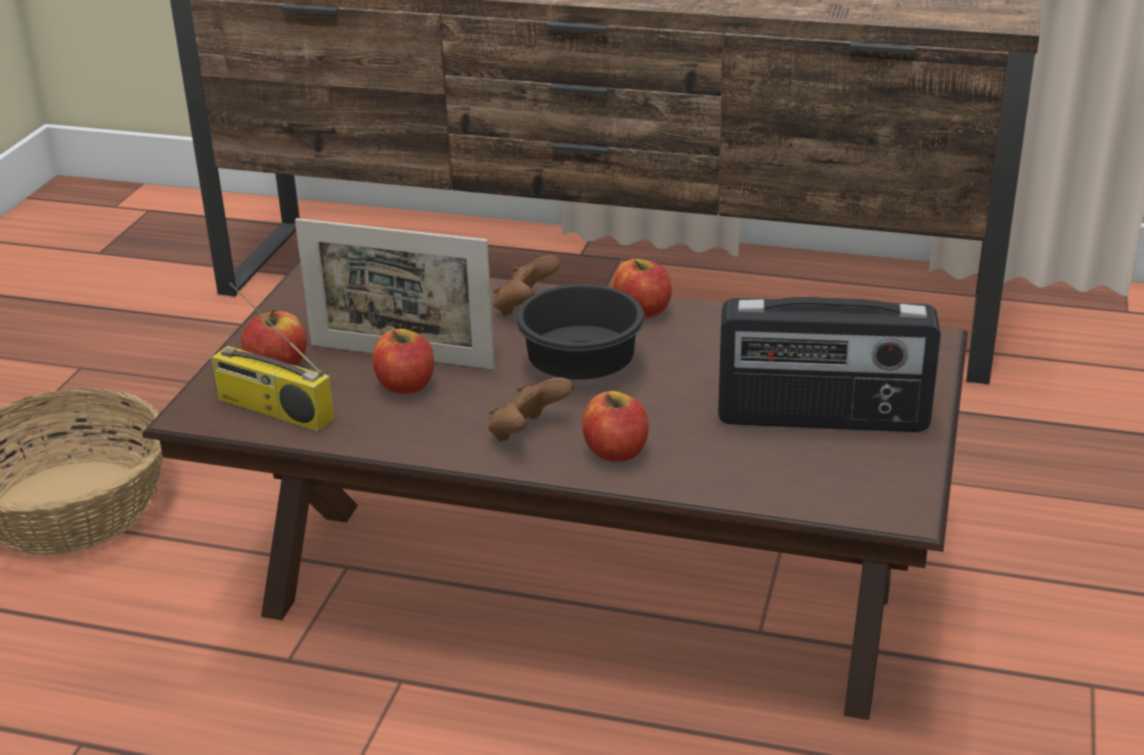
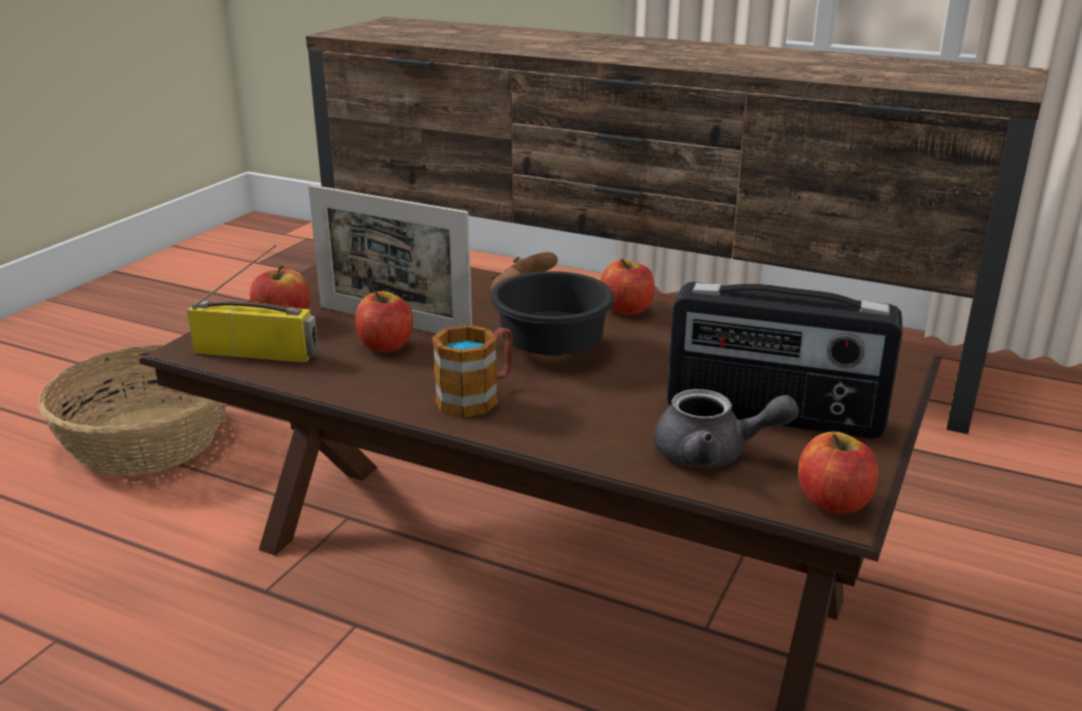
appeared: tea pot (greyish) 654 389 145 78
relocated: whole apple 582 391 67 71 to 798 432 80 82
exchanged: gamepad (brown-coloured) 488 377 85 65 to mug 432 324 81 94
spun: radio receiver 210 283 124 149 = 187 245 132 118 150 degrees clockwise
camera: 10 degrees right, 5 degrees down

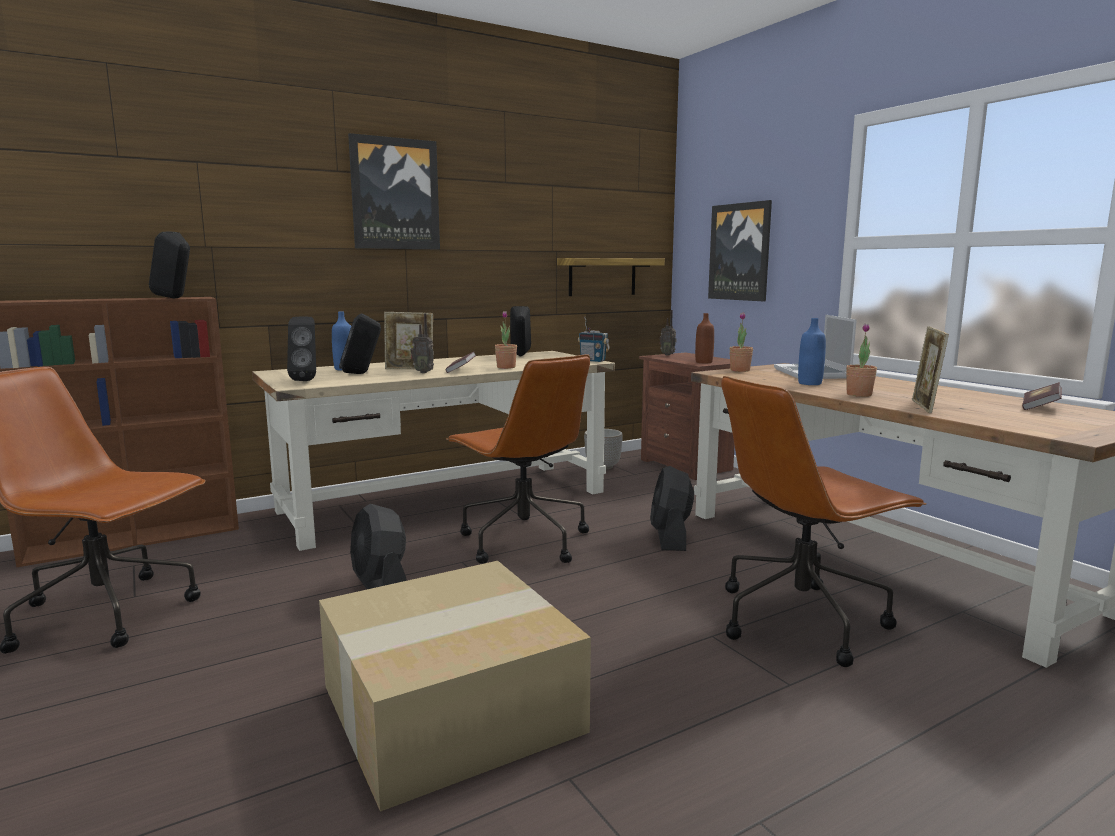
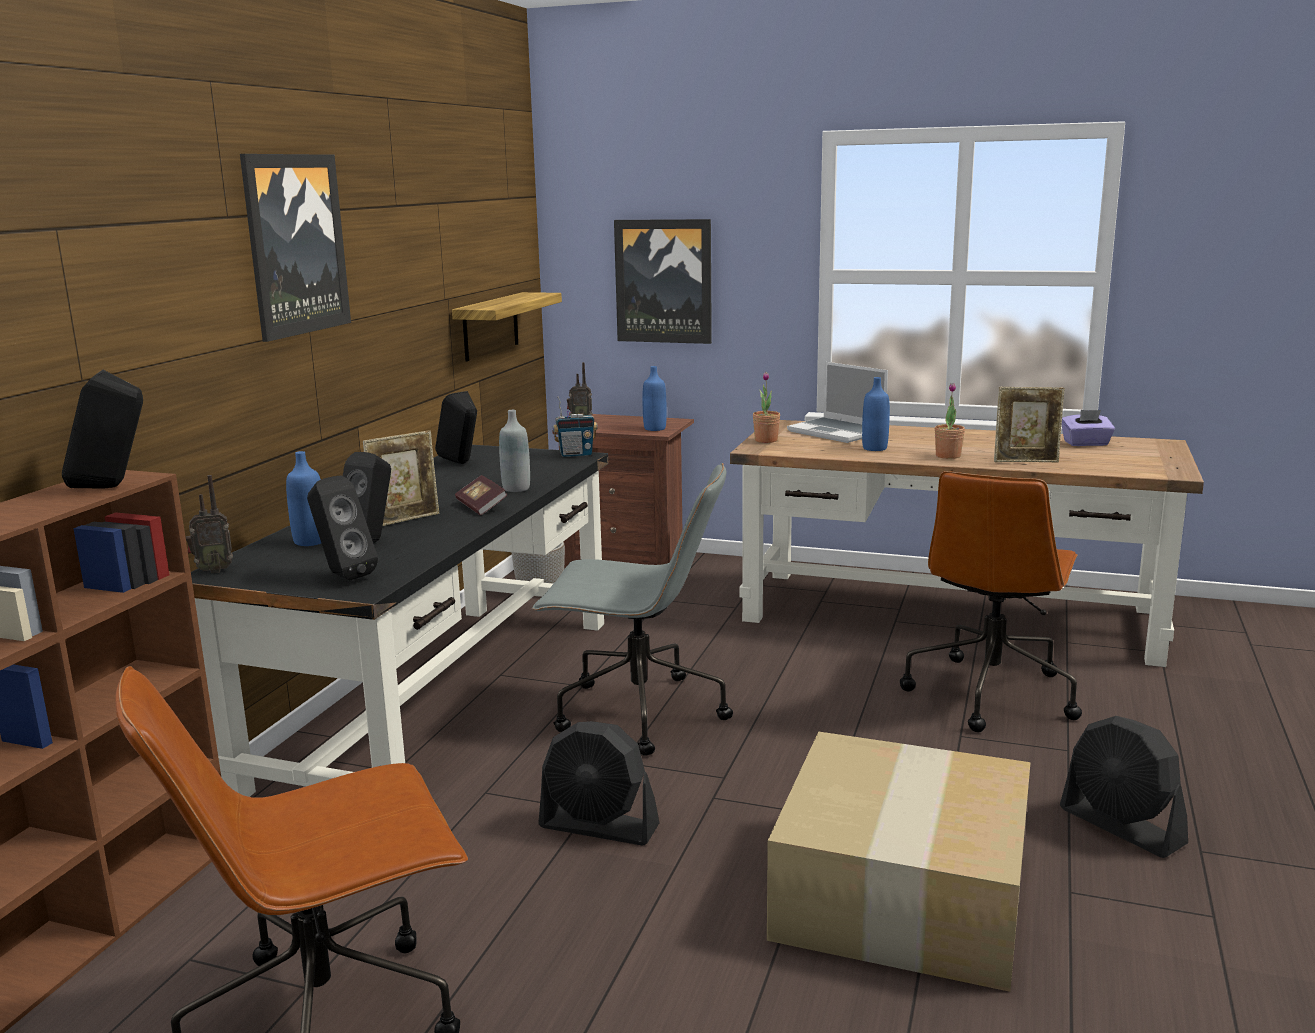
relocated: radio receiver 411 313 23 60 to 186 475 47 98; fan (black-coloured) 650 466 44 85 to 1060 716 128 142
exchanged: houseplant 495 311 22 58 to drink bottle (greyish) 499 410 31 82; book 1022 382 40 28 to tissue holder (purple-coloured) 1062 410 53 36
colour: desk (beige) 252 351 363 200 to desk (black-coloured) 191 445 417 352; desk chair (brown-coloured) 446 354 144 210 to desk chair (greyish) 532 463 201 293; drink bottle (brown-coloured) 695 313 19 50 to drink bottle (bluish) 643 366 24 65
spun: standing frame 912 326 37 87 = 994 387 71 75 60 degrees counterclockwise
camera: 40 degrees left, 5 degrees up

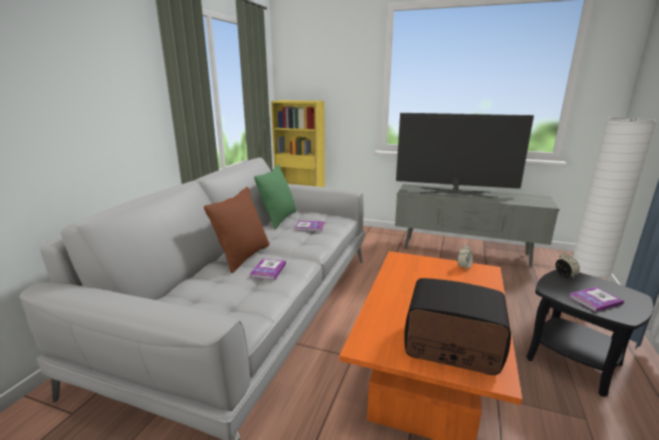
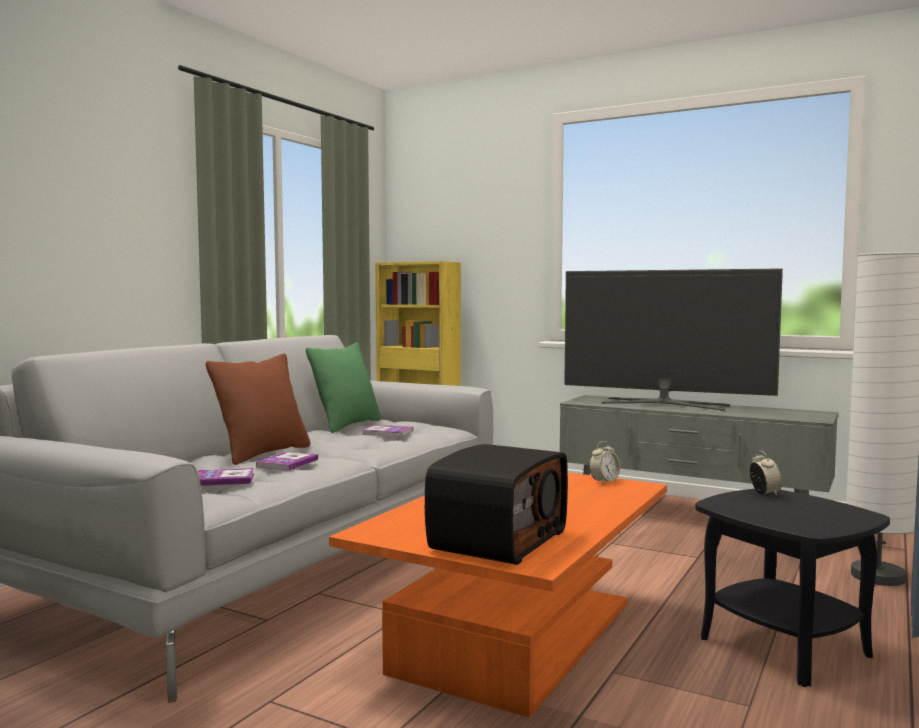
relocated: book 569 287 55 25 to 197 468 57 18
spun: radio receiver 404 278 107 97 = 425 444 143 121 90 degrees clockwise
camera: 10 degrees right, 15 degrees down

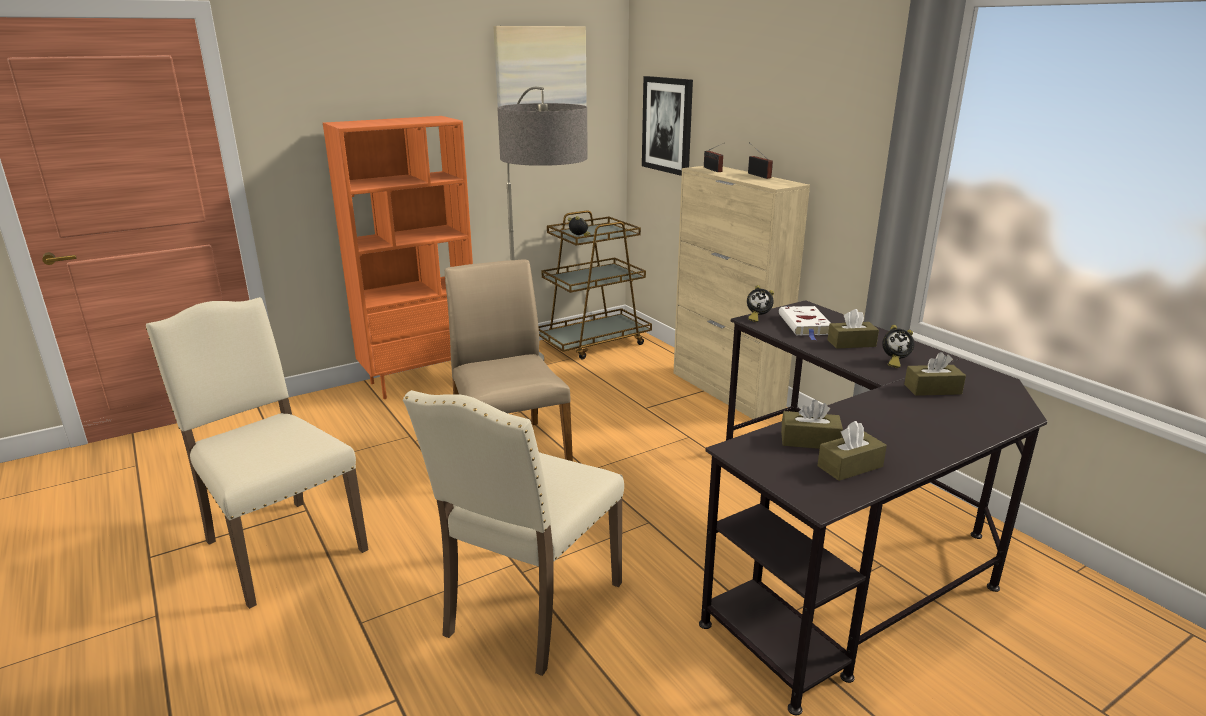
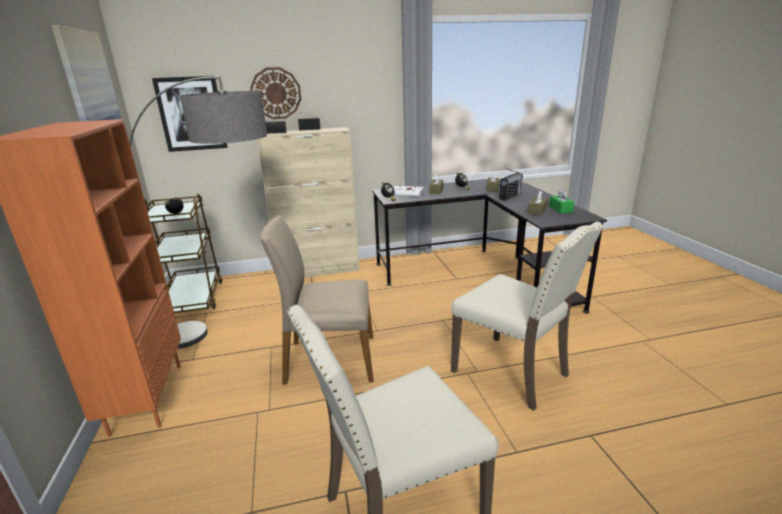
appeared: wall clock 250 67 51 52; radio receiver 499 169 24 32
colour: tissue holder (brown-coloured) 817 421 70 60 to tissue holder (green-coloured) 549 189 25 25
camera: 70 degrees left, 0 degrees up

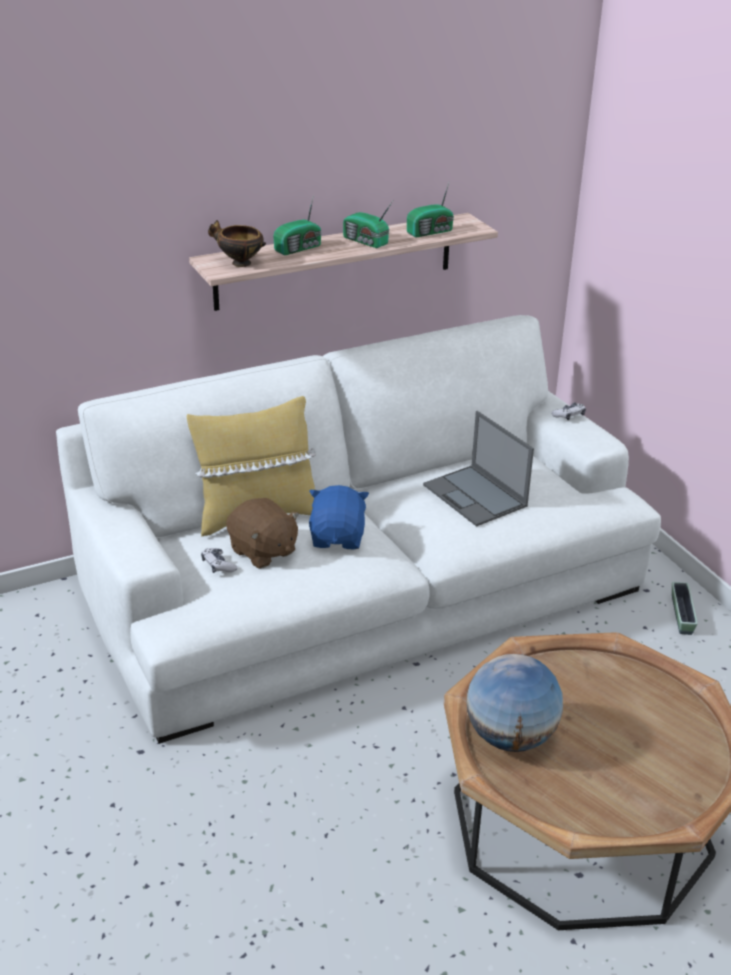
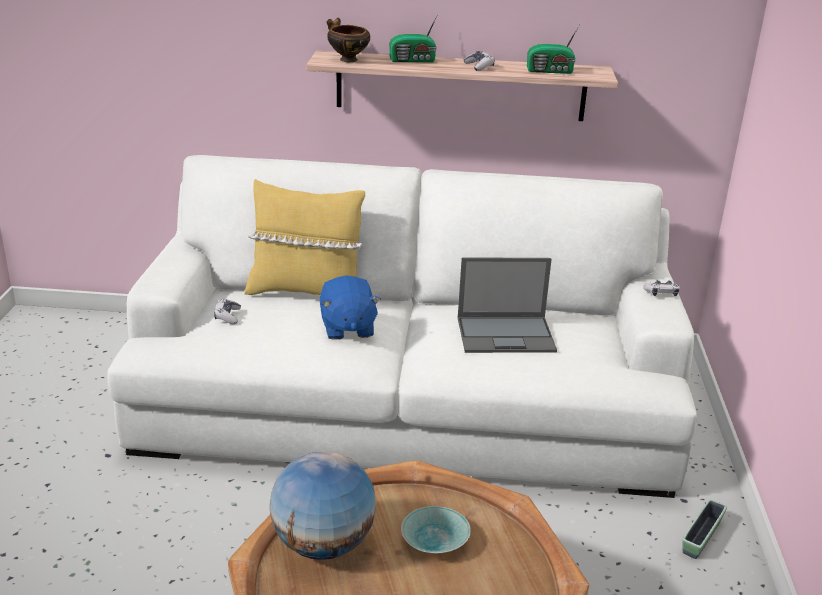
missing: plush toy (brown-coloured) 226 498 73 71
appeared: serving bowl (turquoise-coloured) 401 506 70 48
exchanged: radio receiver 343 201 50 47 to gamepad 464 51 31 20
spun: plush toy (bluish) 309 485 60 64 = 320 275 61 64 135 degrees clockwise; notebook computer 423 411 111 116 = 458 257 99 96 90 degrees counterclockwise
camera: 30 degrees right, 5 degrees down

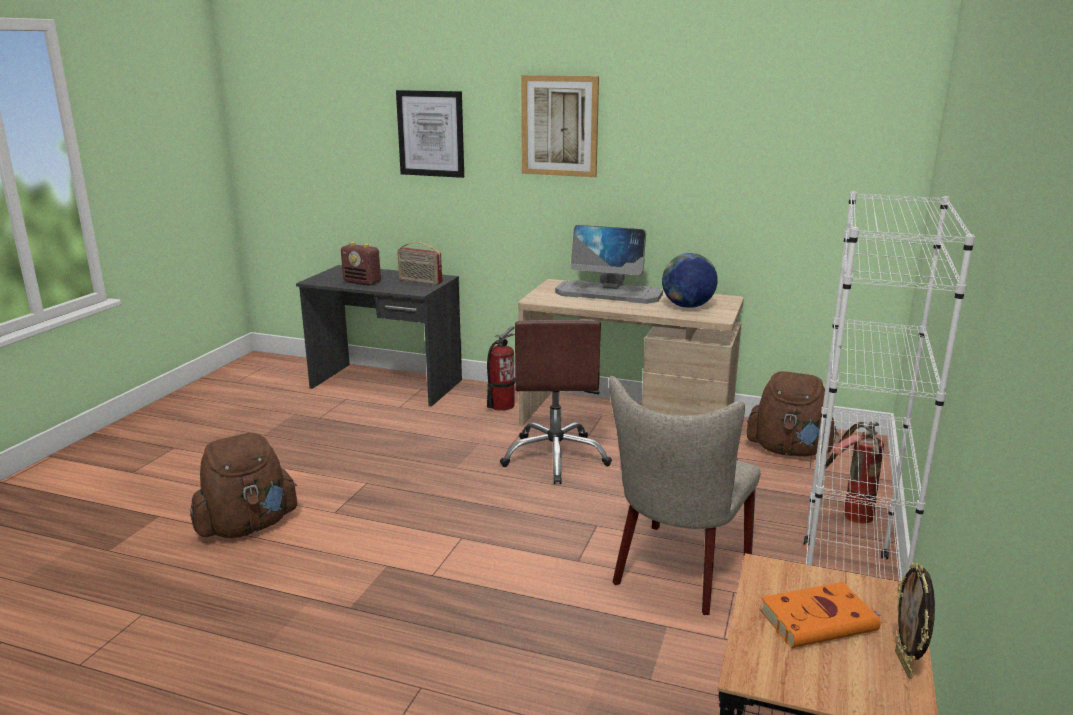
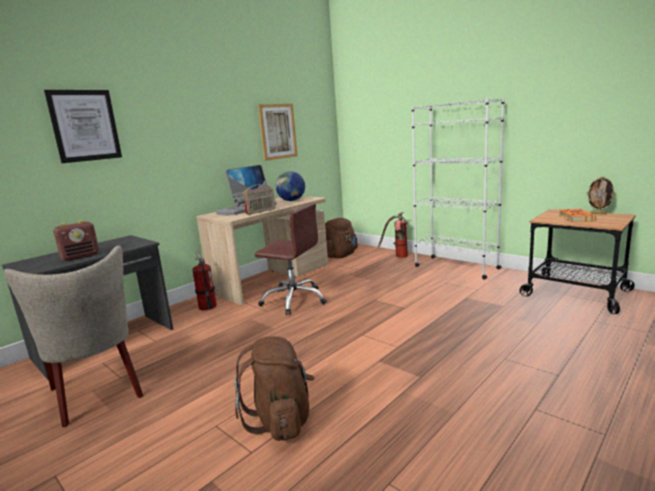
relocated: radio receiver 397 242 45 43 to 243 184 33 31; picture 521 75 78 102 to 258 104 40 57; plain chair (beige) 609 376 152 239 to 4 246 139 181
camera: 65 degrees left, 5 degrees down

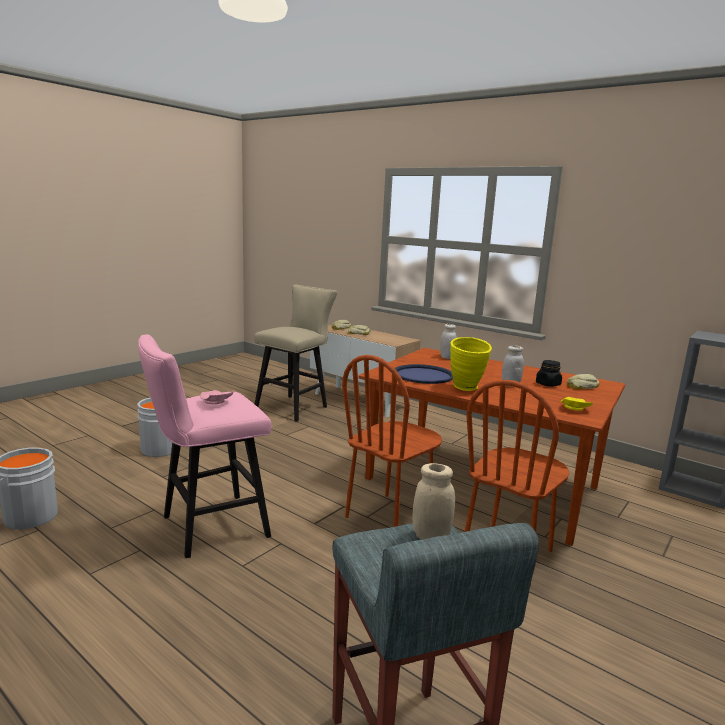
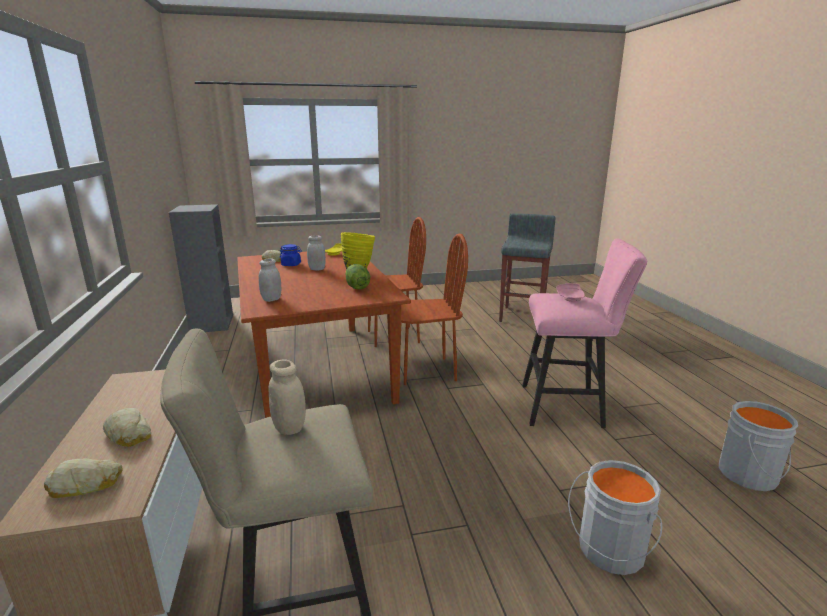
relocated: jar (beige) 412 463 43 77 to 268 360 38 75
exchanged: serving tray (bluish) 395 364 58 20 to head of lettuce 345 264 25 26
colour: jar (black-coloured) 536 360 26 27 to jar (bluish) 280 244 22 22
camera: 140 degrees left, 5 degrees up

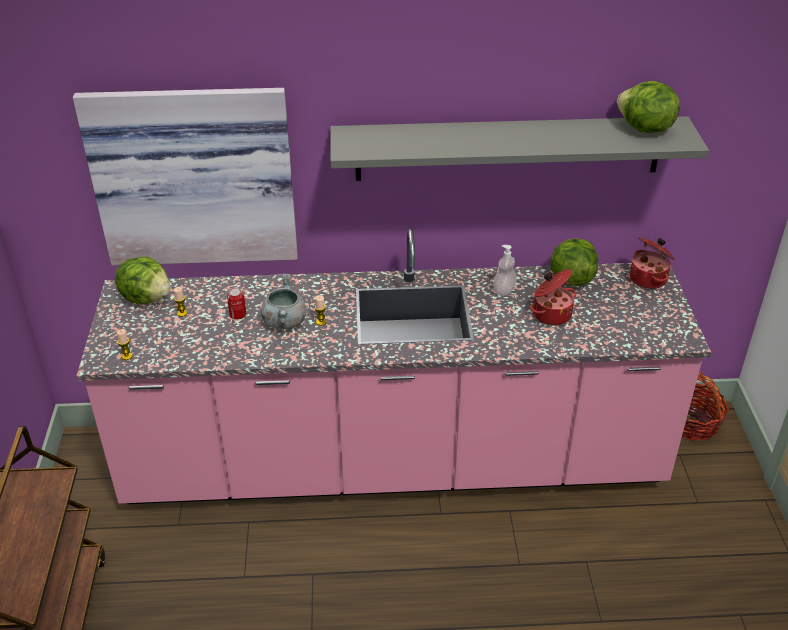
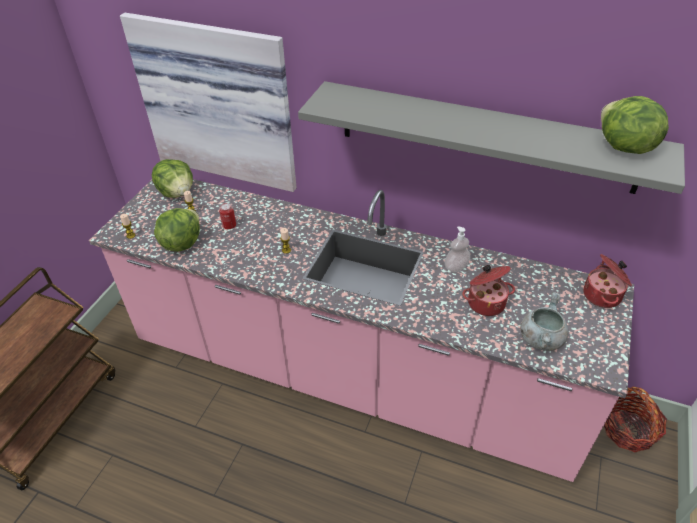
relocated: cooking pot (greyish) 261 274 45 55 to 520 292 48 59; head of lettuce 550 238 48 48 to 154 208 46 44
camera: 25 degrees right, 5 degrees up

